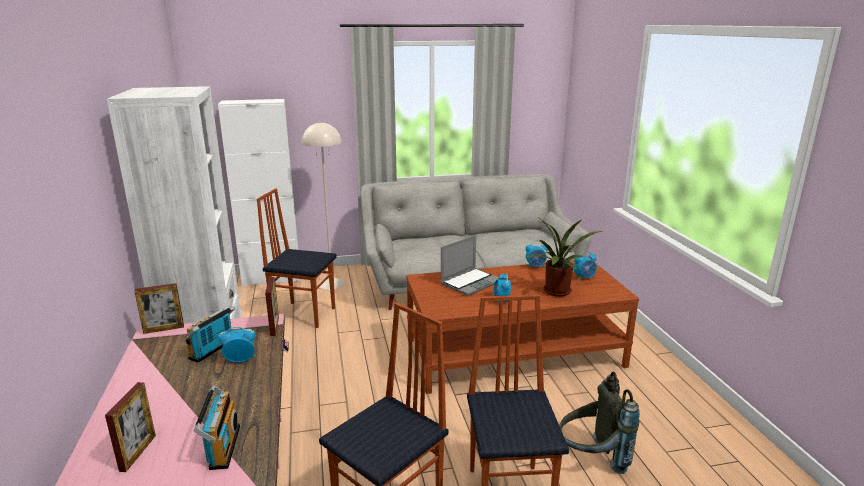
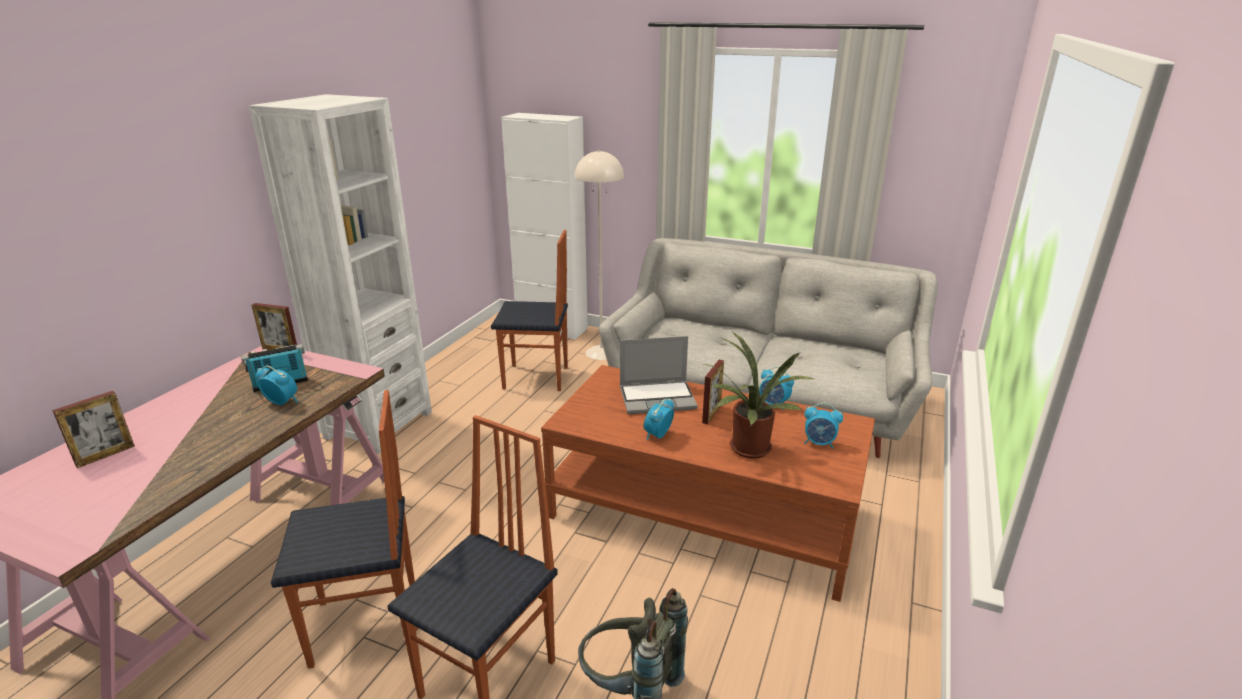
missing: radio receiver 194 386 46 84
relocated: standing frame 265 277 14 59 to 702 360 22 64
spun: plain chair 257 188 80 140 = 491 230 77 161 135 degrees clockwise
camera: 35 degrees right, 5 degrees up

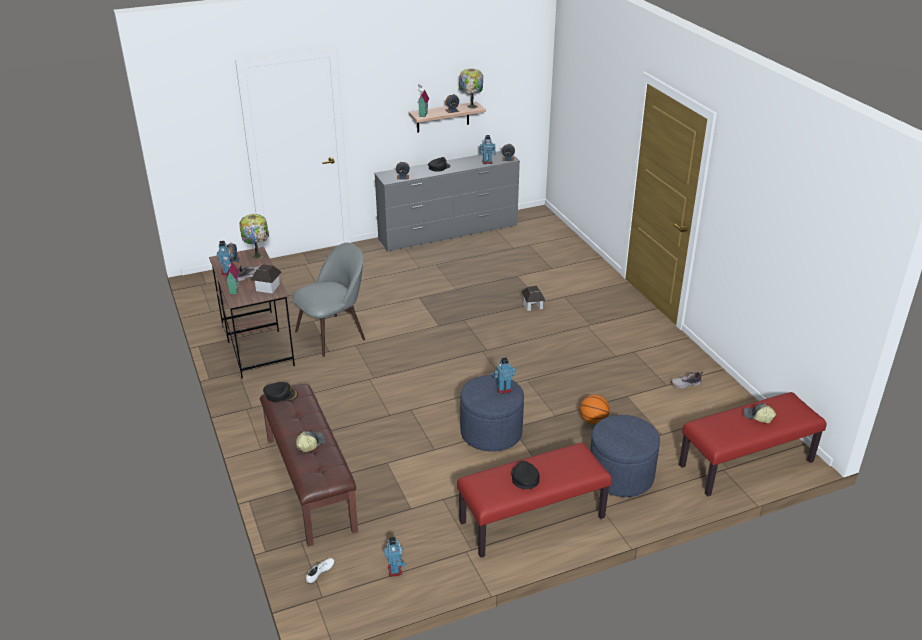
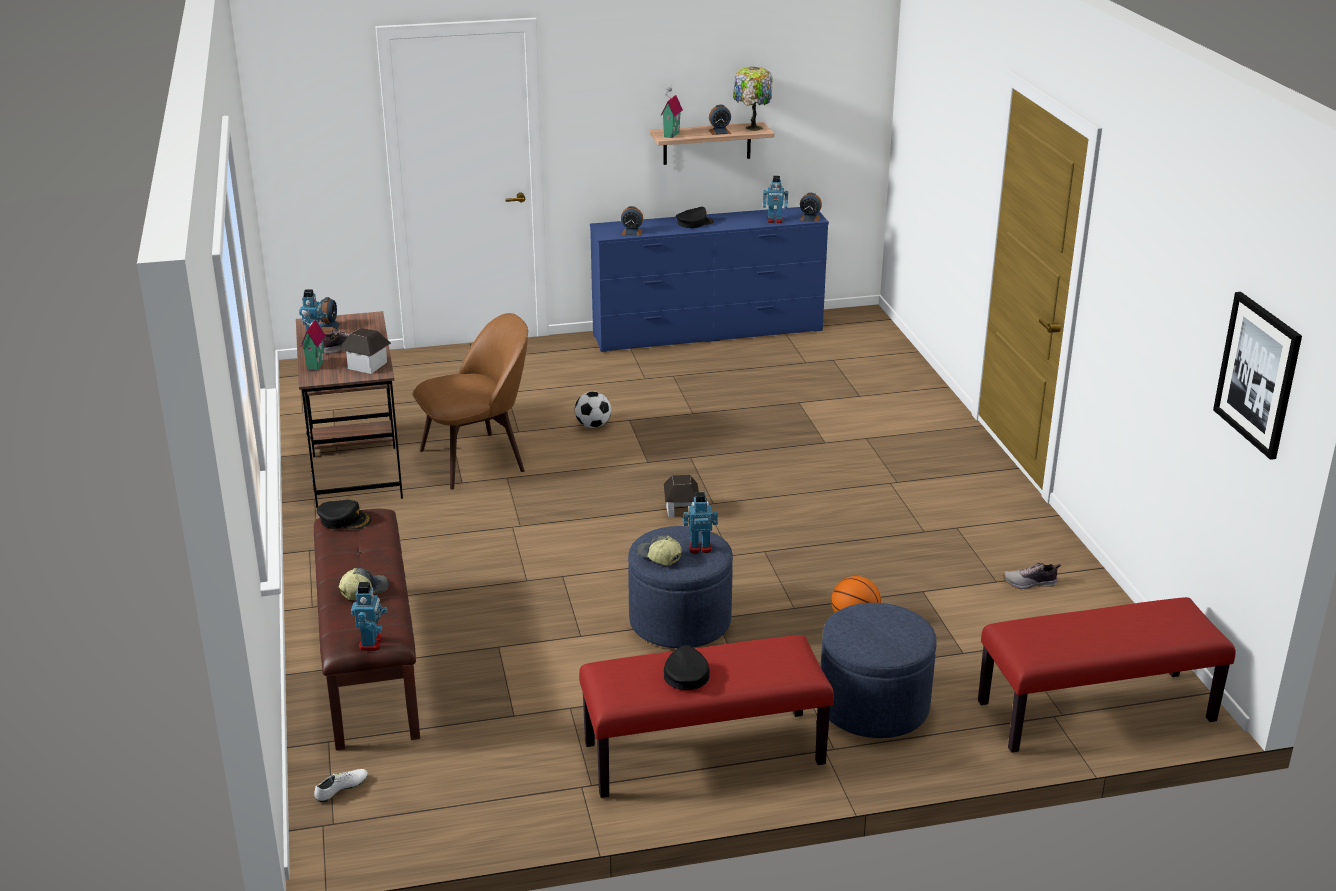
missing: tabletop lamp 239 214 30 45
appeared: football 575 391 36 37; picture 1213 292 89 168
relocated: robot figure 384 537 22 40 to 351 582 37 69; toy house 522 286 24 25 to 664 475 35 43; peaked cap 743 403 33 20 to 637 535 45 31
colour: plain chair (greyish) 291 242 74 115 to plain chair (brown-coloured) 413 313 115 177; chest of drawers (greyish) 374 151 146 101 to chest of drawers (bluish) 590 207 239 145
camera: 10 degrees right, 5 degrees down

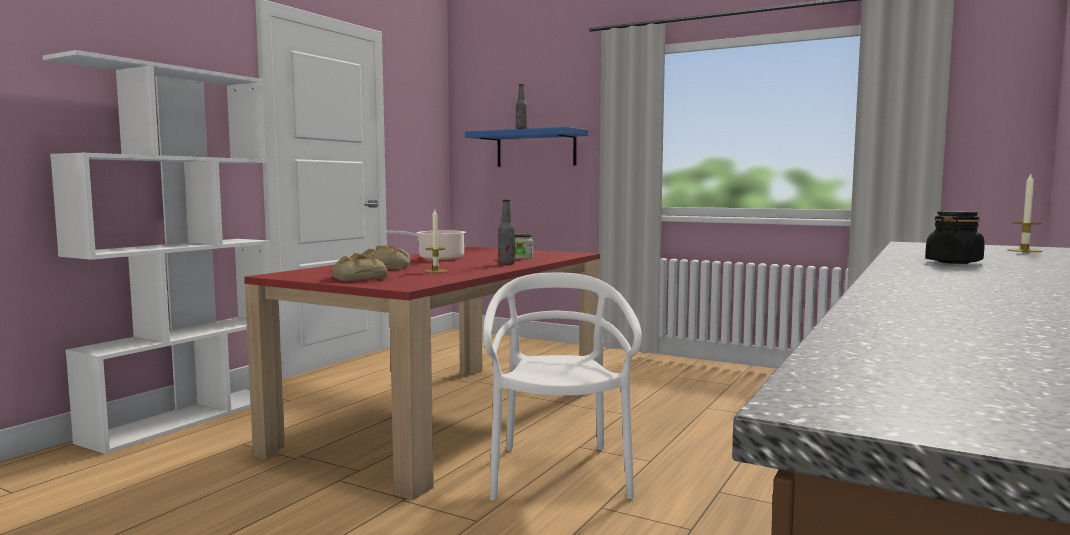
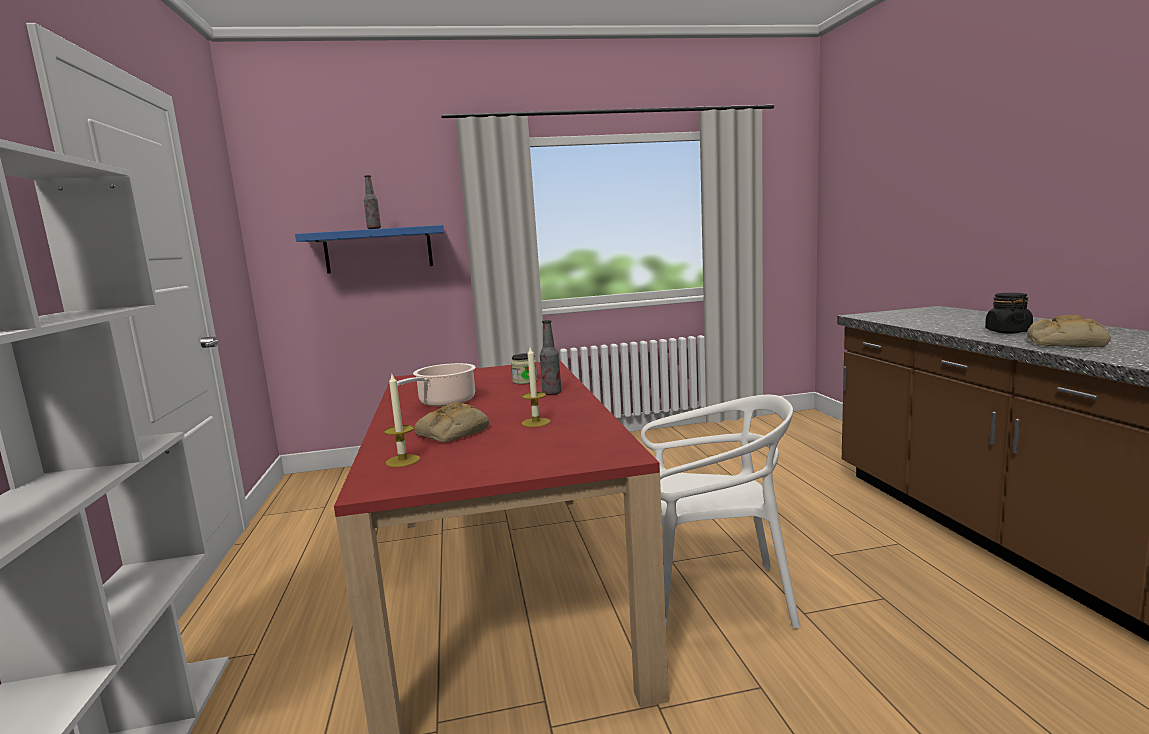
relocated: baked bread 331 253 57 28 to 1027 315 84 32; wax candle 1008 174 34 78 to 384 374 36 93
spun: plain chair (white) 483 273 159 228 = 641 395 159 234 135 degrees clockwise
camera: 40 degrees left, 5 degrees up

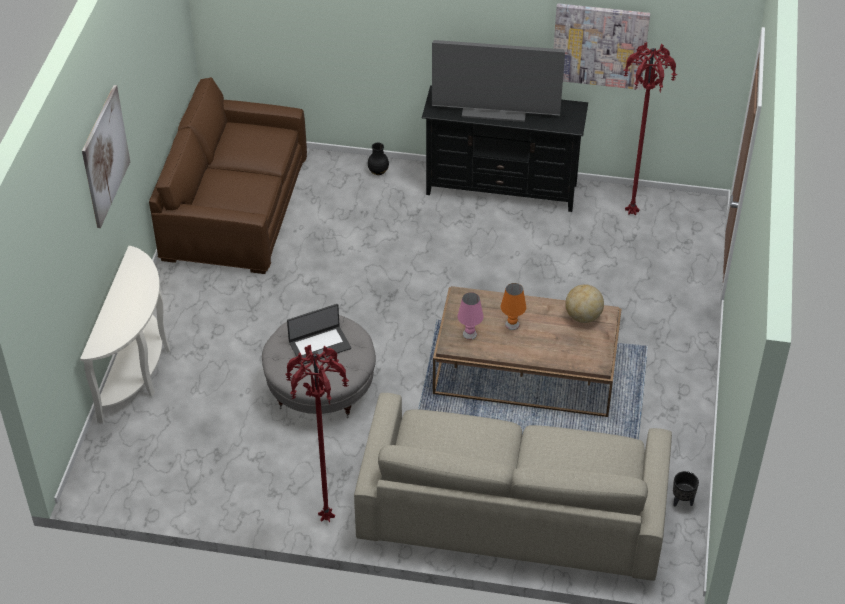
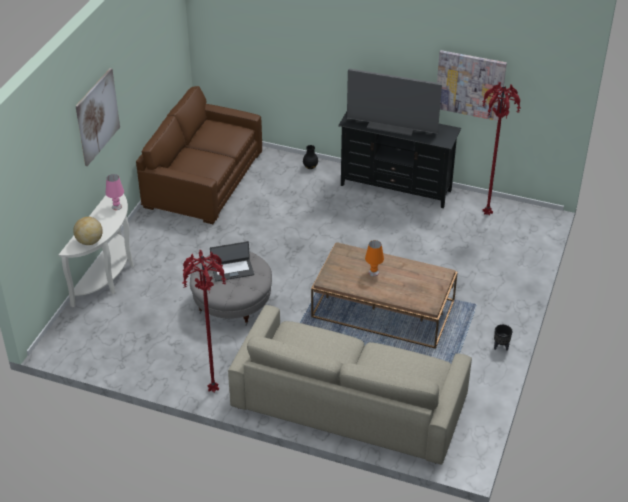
relocated: tabletop lamp (pink) 458 292 26 48 to 106 174 18 36; globe 565 284 39 39 to 73 217 30 28; plant pot (black-coloured) 673 471 26 36 to 494 324 18 27
camera: 10 degrees right, 5 degrees down

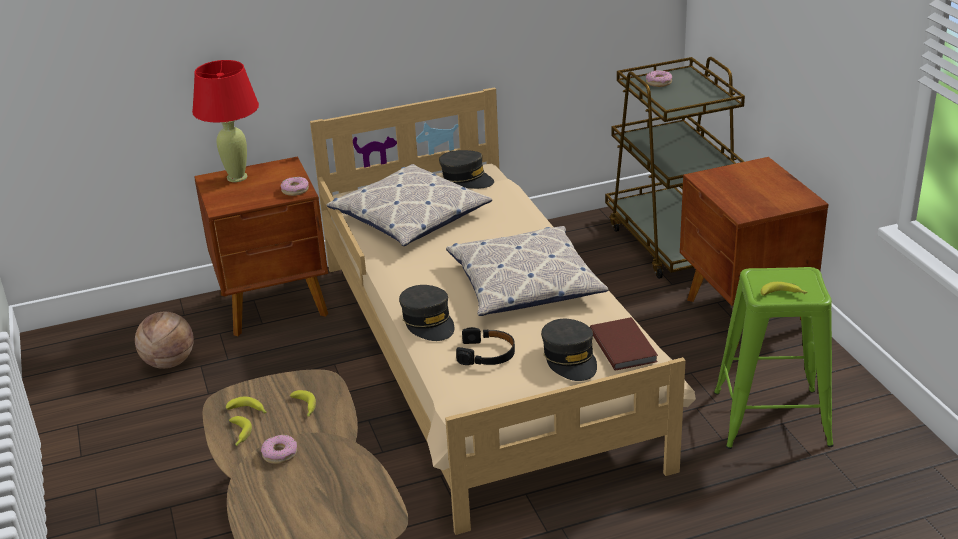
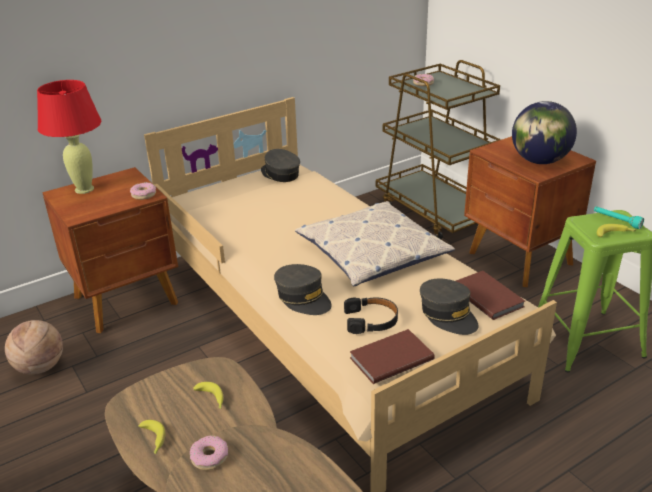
missing: whole banana 226 397 41 16; cushion 327 164 166 82
appeared: book (brown-coloured) 350 329 85 55; globe 512 101 65 63; torch (turquoise-coloured) 594 207 50 22
spun: peaked cap (greyish) 439 150 55 39 = 261 149 39 33 150 degrees counterclockwise
camera: 15 degrees left, 0 degrees up

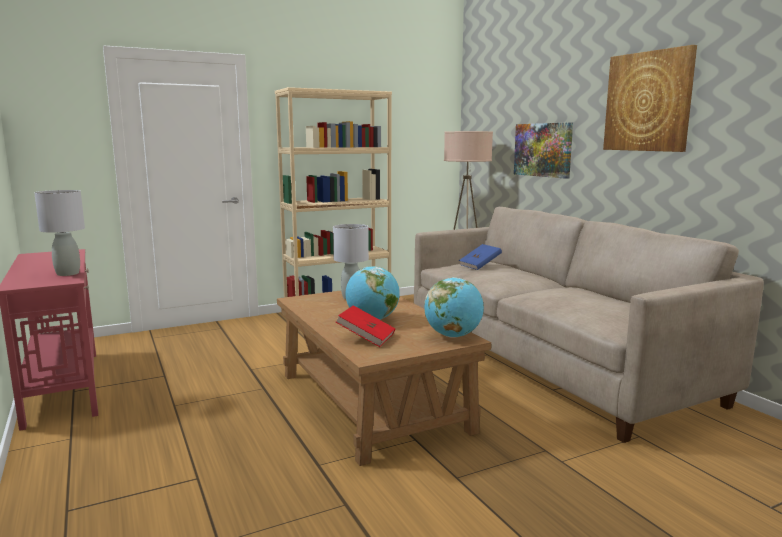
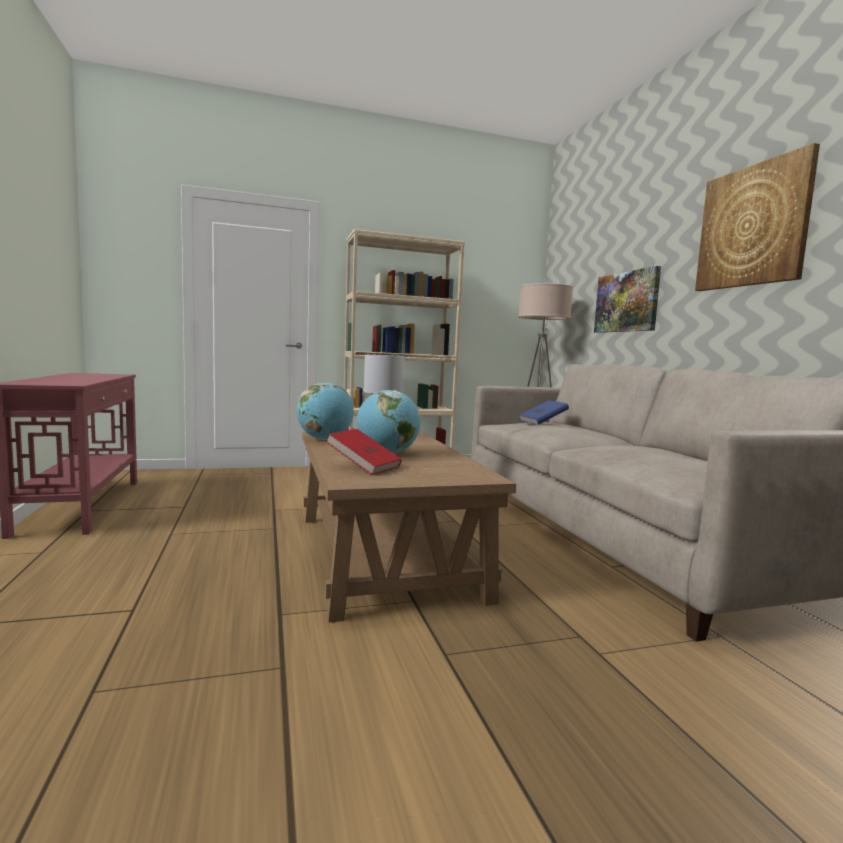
missing: tabletop lamp (greyish) 34 190 51 86
relocated: globe 424 277 60 61 to 297 382 57 58
camera: 10 degrees right, 5 degrees down

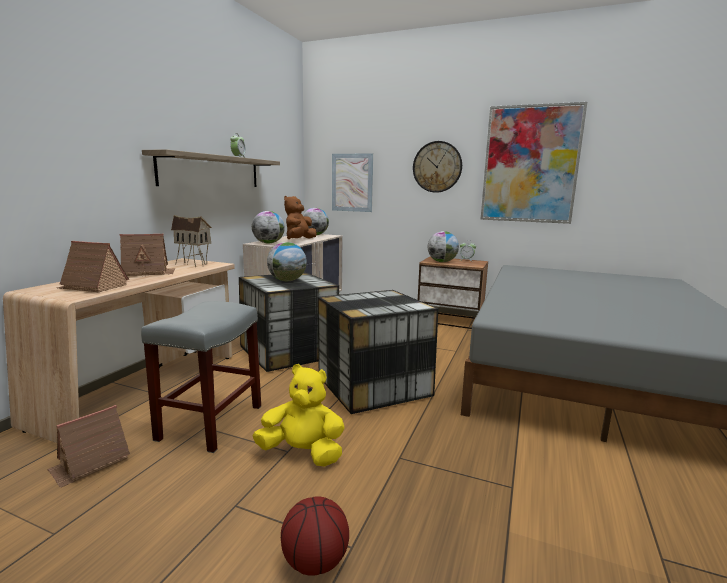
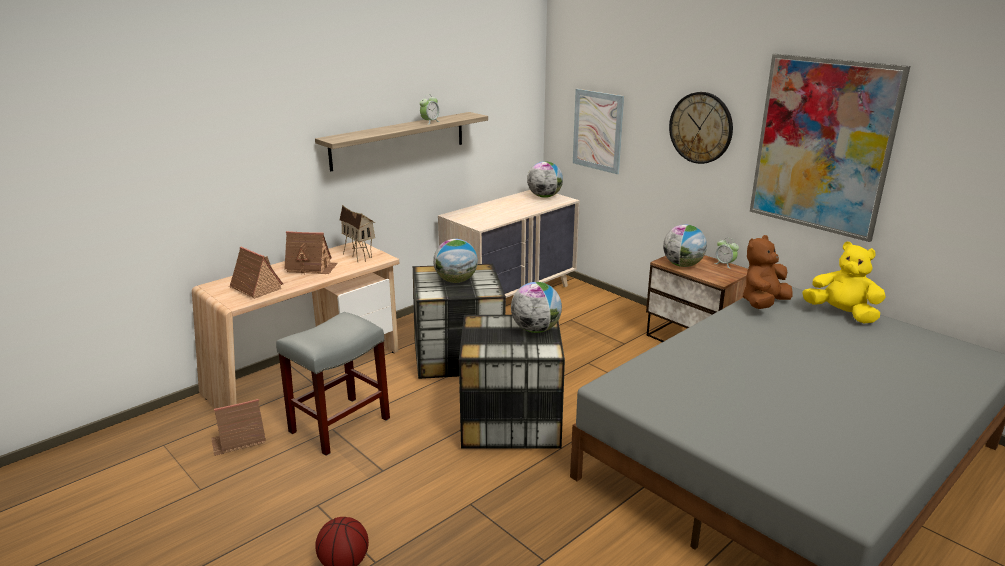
relocated: globe 252 211 33 33 to 511 282 51 51; plush toy (yellow-coloured) 252 364 93 102 to 802 242 84 81; plush toy (brown-coloured) 284 196 33 43 to 743 235 50 74
camera: 25 degrees right, 10 degrees up

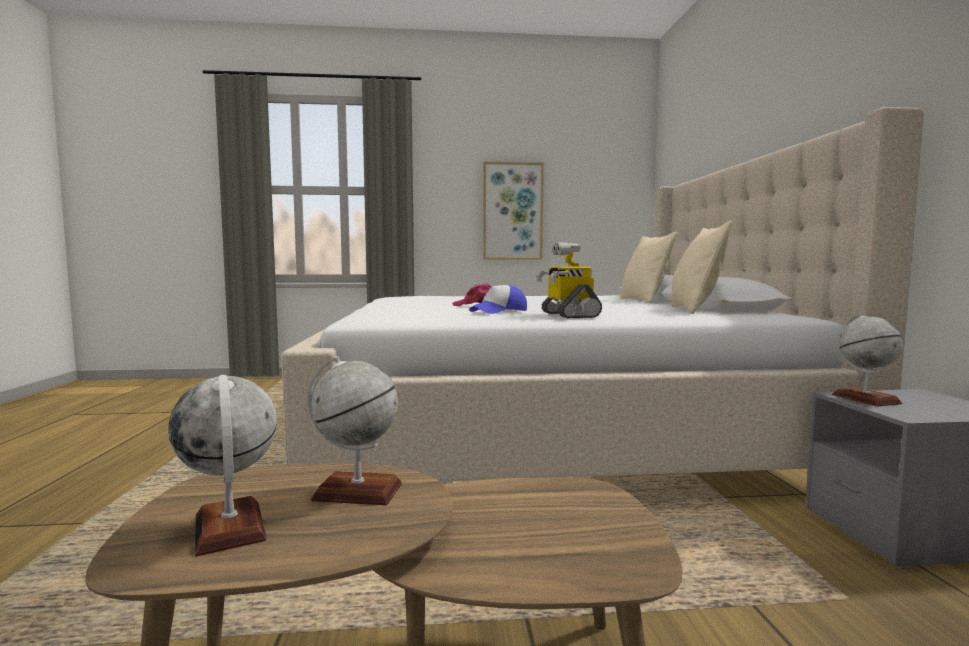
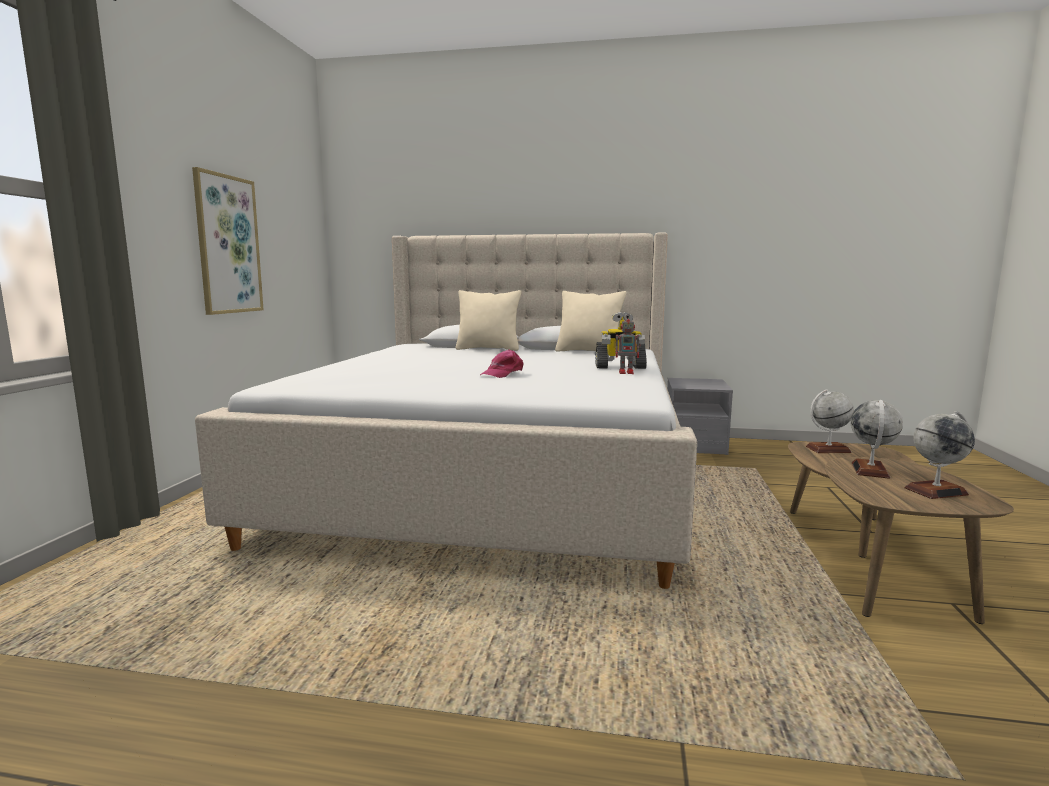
missing: peaked cap 469 285 58 29
appeared: robot figure 615 314 26 60
relocated: globe 832 313 71 94 to 806 389 48 64
camera: 75 degrees left, 5 degrees up

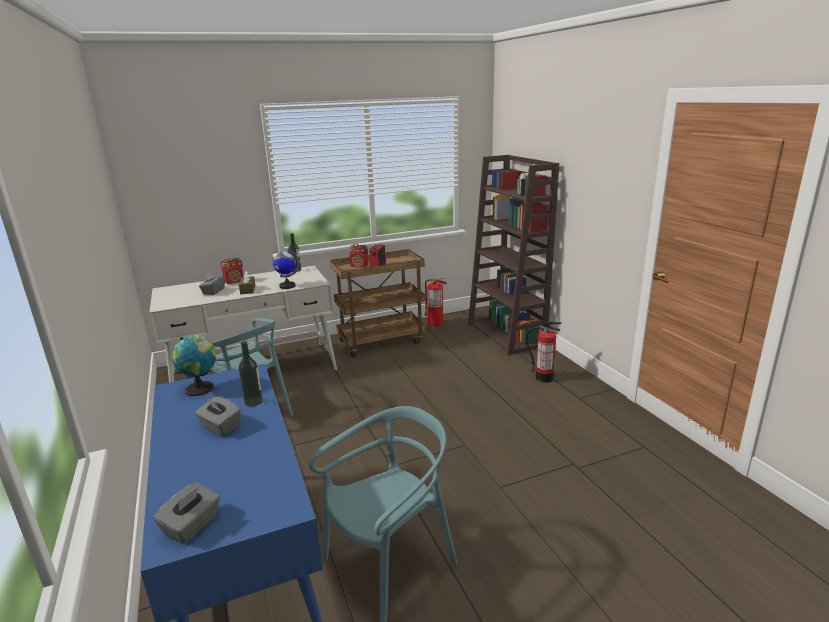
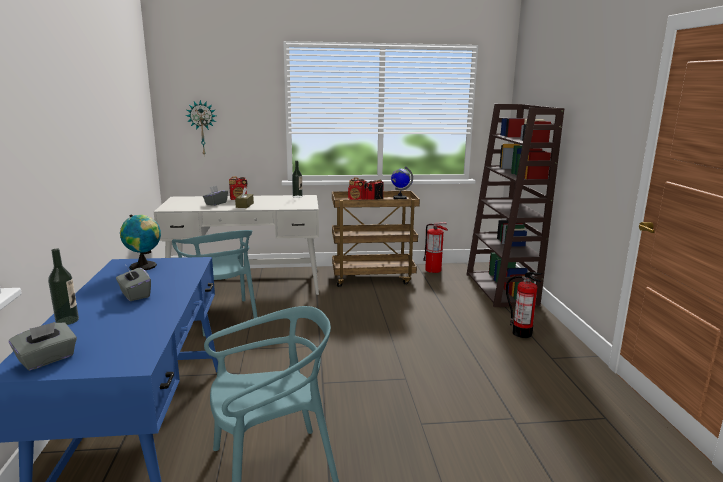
appeared: wall clock 186 100 30 56
relocated: drink bottle 238 341 25 66 to 48 249 31 76; globe 273 249 27 40 to 391 166 22 33
camera: 15 degrees right, 5 degrees down

